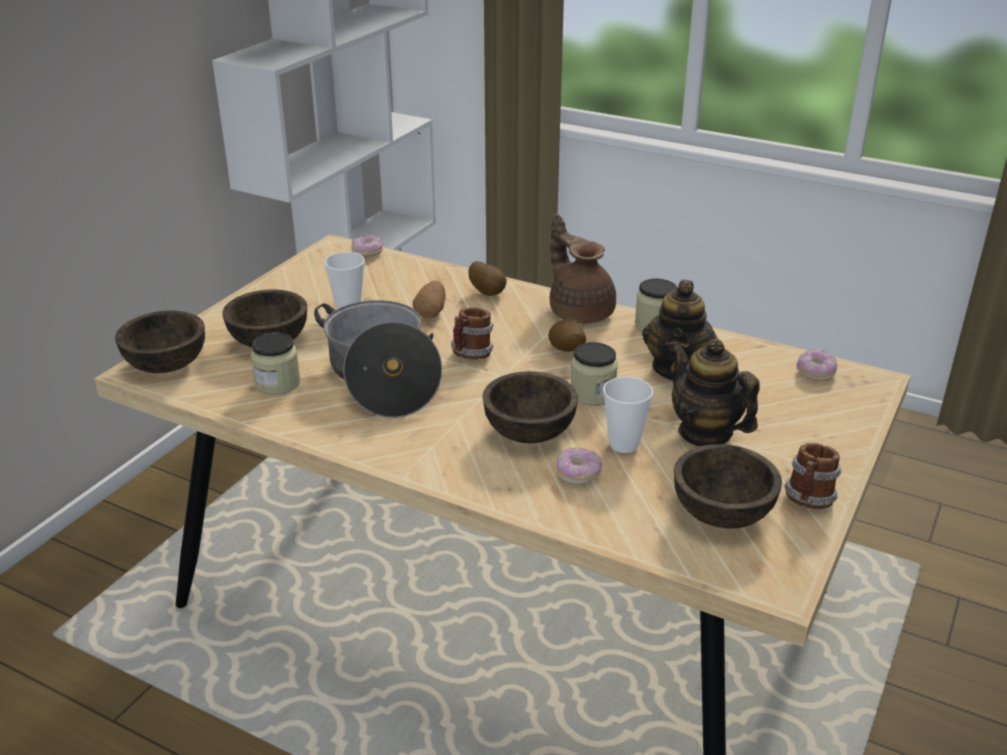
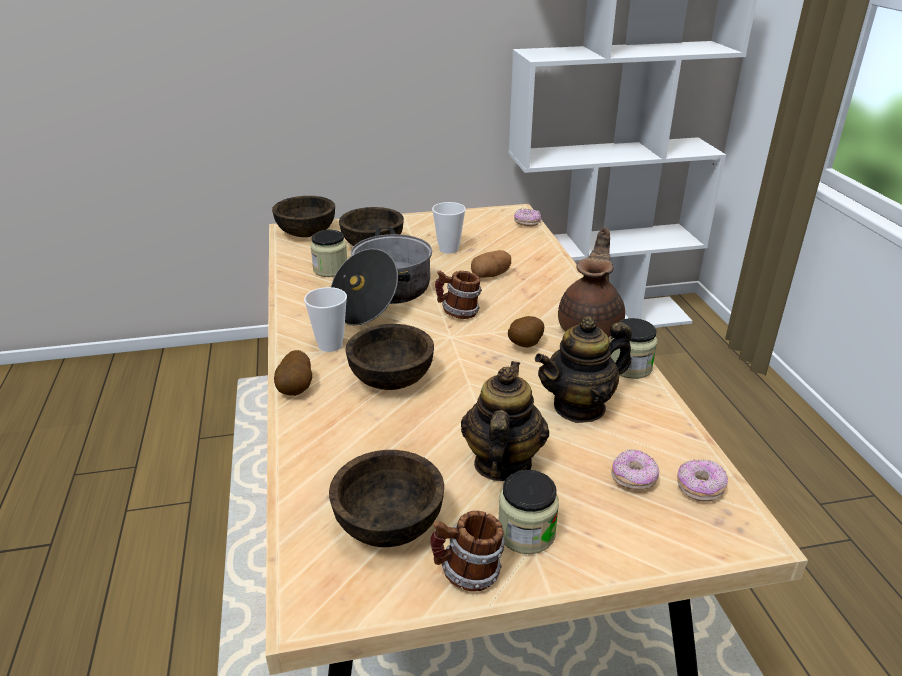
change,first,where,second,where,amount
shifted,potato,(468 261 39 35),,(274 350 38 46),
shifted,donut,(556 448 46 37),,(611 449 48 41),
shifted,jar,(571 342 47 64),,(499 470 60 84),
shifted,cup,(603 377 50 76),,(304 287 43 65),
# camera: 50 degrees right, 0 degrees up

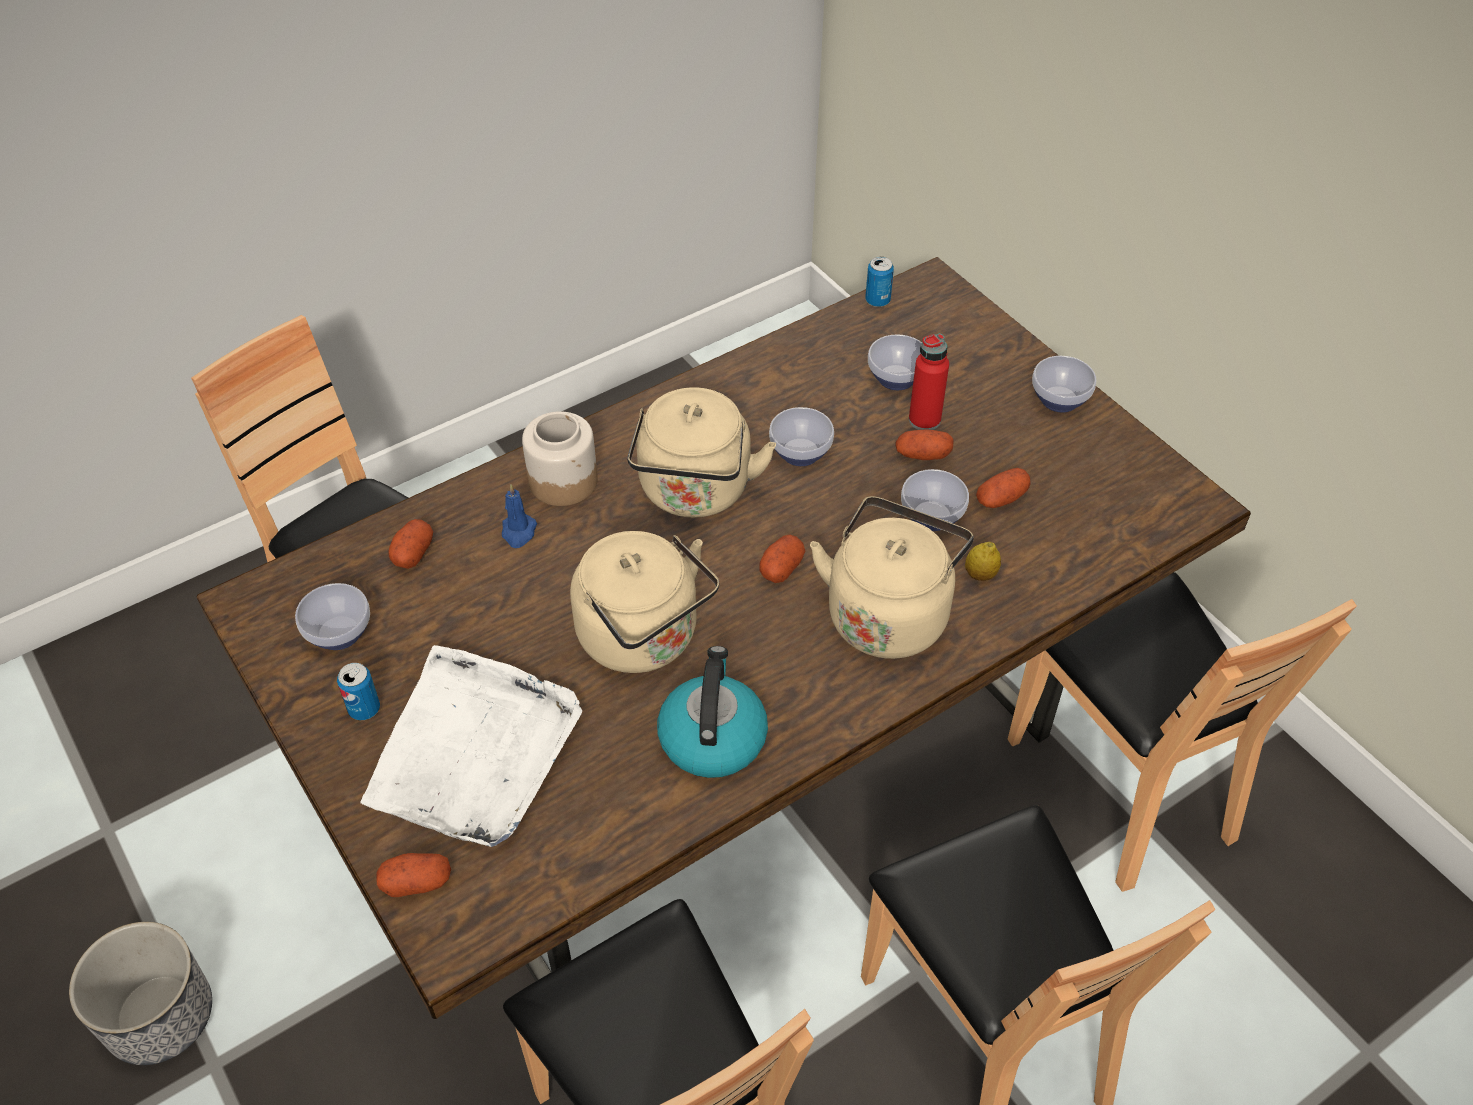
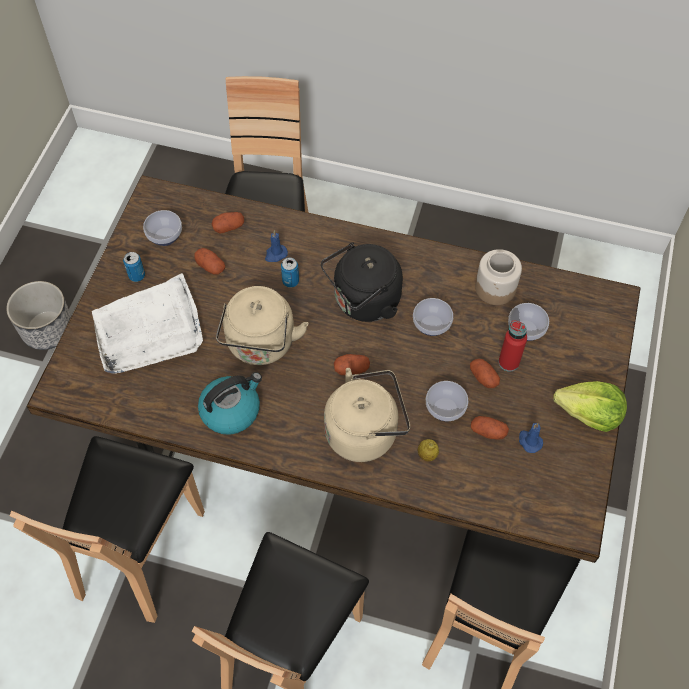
change,first,where,second,where,amount
shifted,potato,(376 853 75 44),,(194 248 31 27),
shifted,jar,(522 411 76 95),,(475 249 47 56),
repainted,beige kettle,(627 387 149 131),black kettle,(321 242 82 80),
shifted,can,(865 257 29 50),,(281 258 18 29),
swapped,bowl,(1032 356 65 57),lettuce,(553 381 74 51),
new,,,blue candle,(519 423 24 30),
# camera: 50 degrees right, 10 degrees up

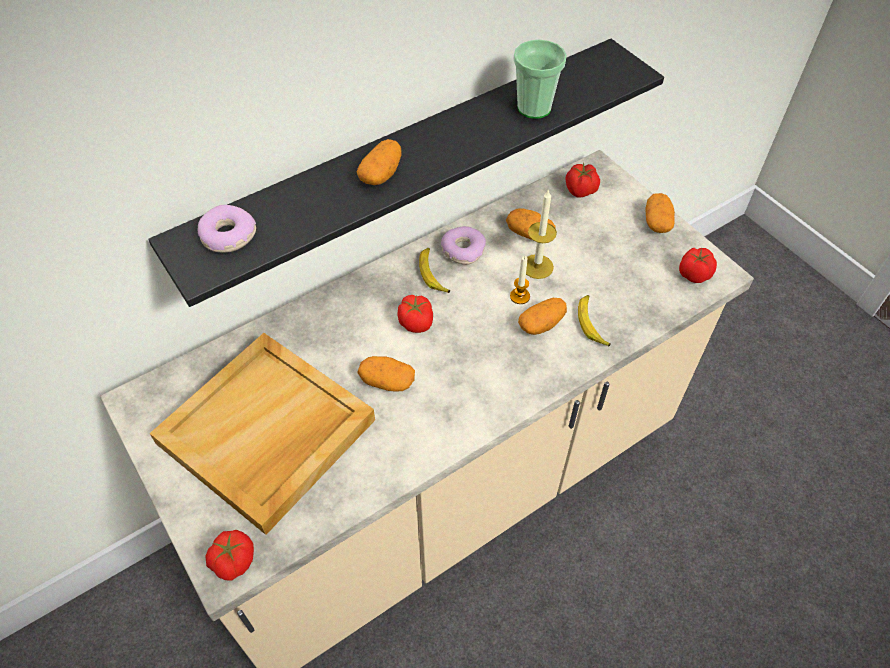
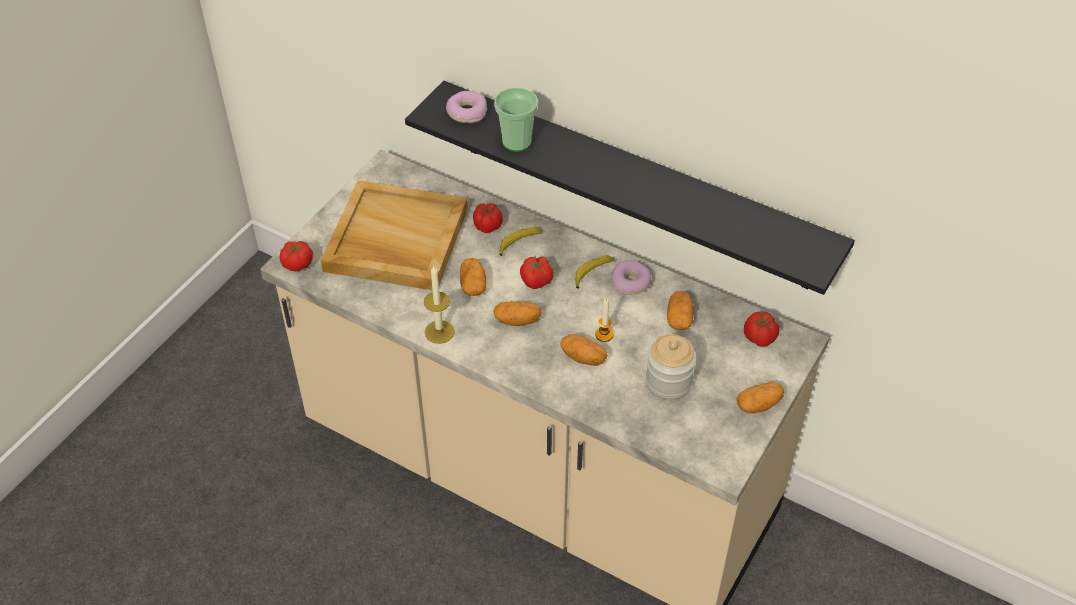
change,first,where,second,where,amount
shifted,potato,(357 139 45 46),,(494 301 48 25),
shifted,cup,(513 39 54 80),,(494 87 44 65),
shifted,candle,(526 189 31 90),,(424 265 31 79),
shifted,banana,(578 295 33 51),,(499 227 43 29),
shifted,tomato,(679 248 38 35),,(473 203 30 30),
new,,,jar,(646 334 50 66),
# camera: 65 degrees right, 5 degrees down

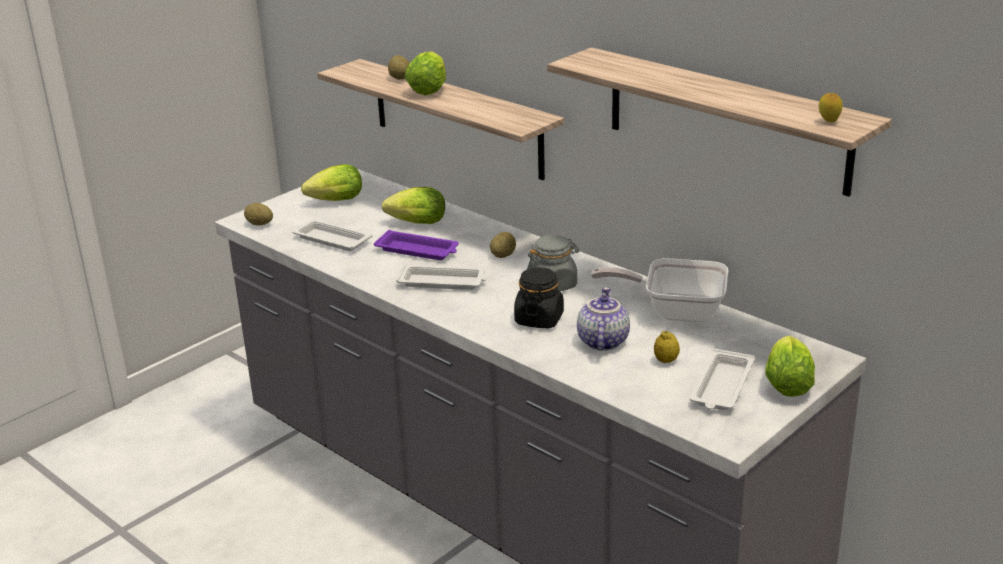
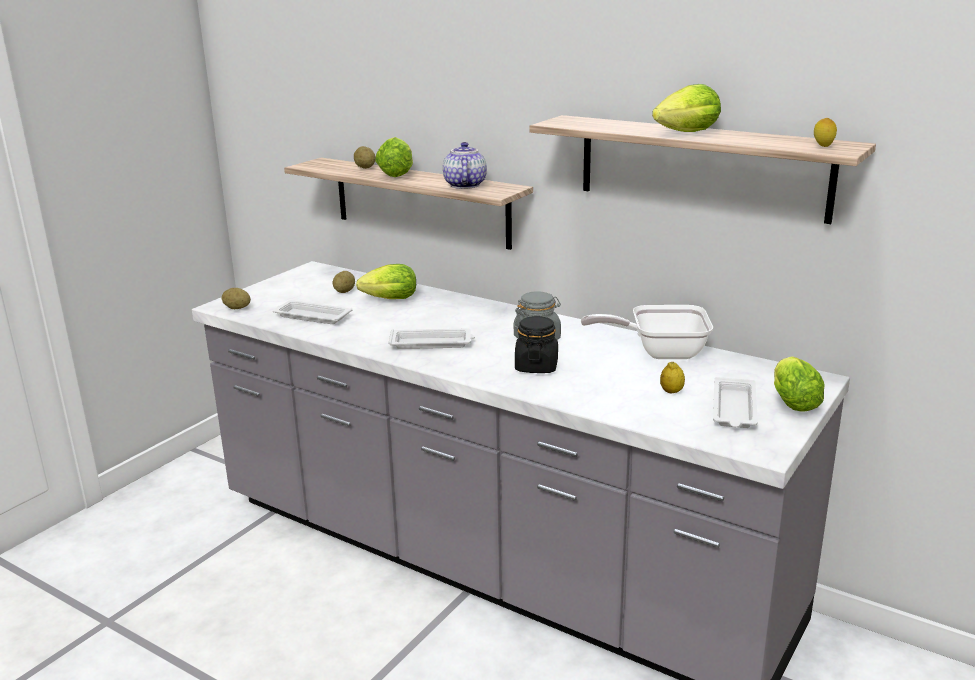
change,first,where,second,where,amount
shifted,lettuce,(301 164 61 37),,(652 84 69 48),
gone,purple tray,(374 230 85 30),,,
shifted,potato,(490 232 26 26),,(332 271 23 22),
shifted,teapot,(577 287 53 64),,(443 142 44 47),
# camera: 10 degrees left, 5 degrees down

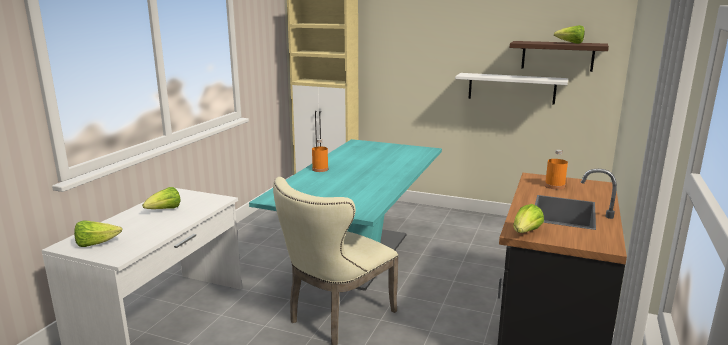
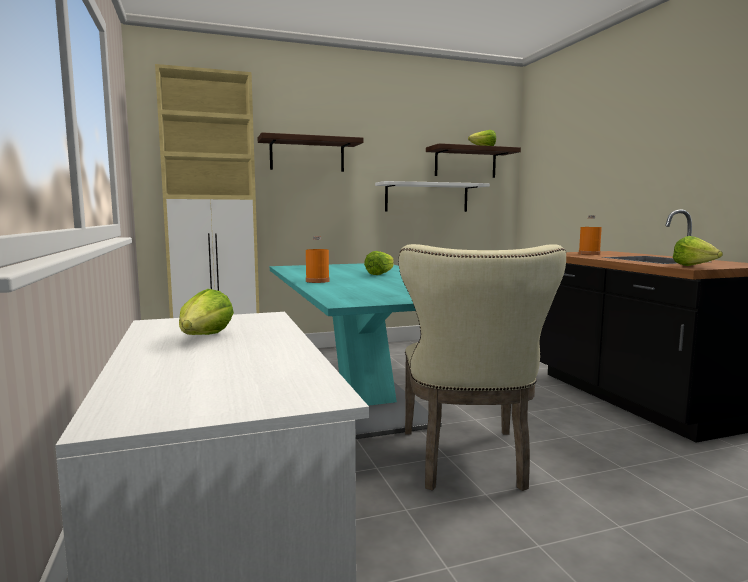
change,first,where,second,where,amount
shifted,lettuce,(74 220 48 27),,(364 251 30 24),
new,,,shelf,(258 132 105 40),
# camera: 40 degrees left, 10 degrees down

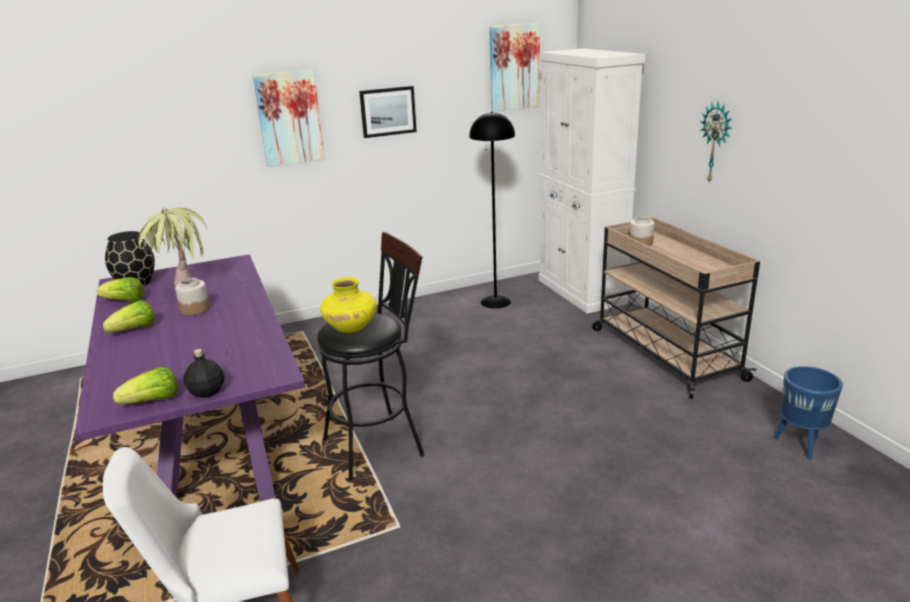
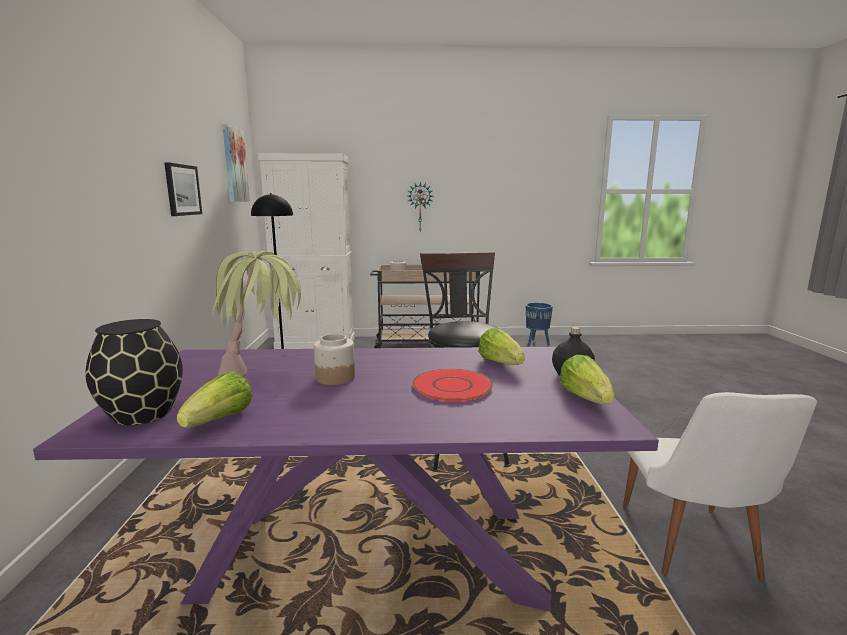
change,first,where,second,where,amount
shifted,lettuce,(103 300 52 32),,(478 328 47 37),
gone,picture,(253 70 72 97),,,
gone,yellow vase,(320 277 57 56),,,
new,,,red plate,(412 369 81 33),
# camera: 70 degrees left, 10 degrees down

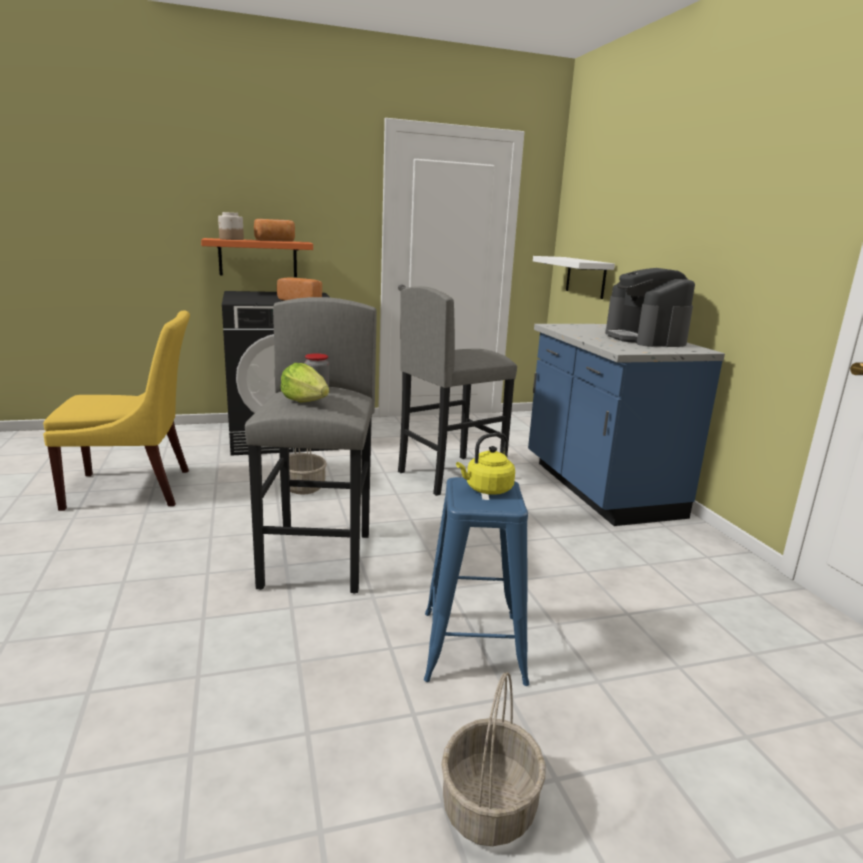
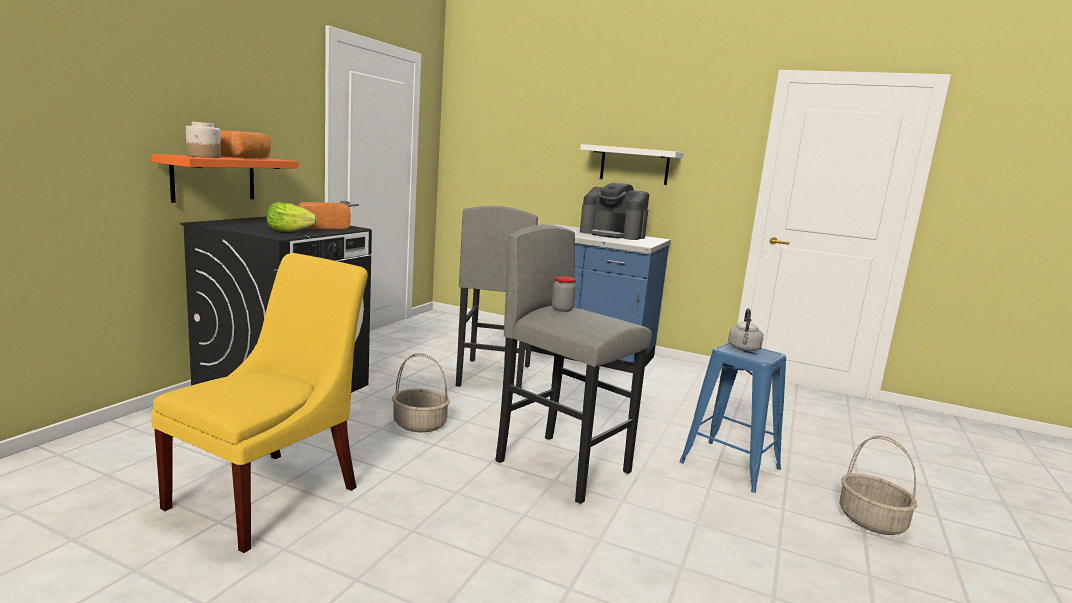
change,first,where,second,where,amount
shifted,lettuce,(281 363 48 40),,(267 202 50 30),
repainted,yellow kettle,(456 433 59 62),grey kettle,(728 308 36 43),
shifted,white shelf,(533 256 82 43),,(580 144 103 41),
# camera: 50 degrees left, 5 degrees down

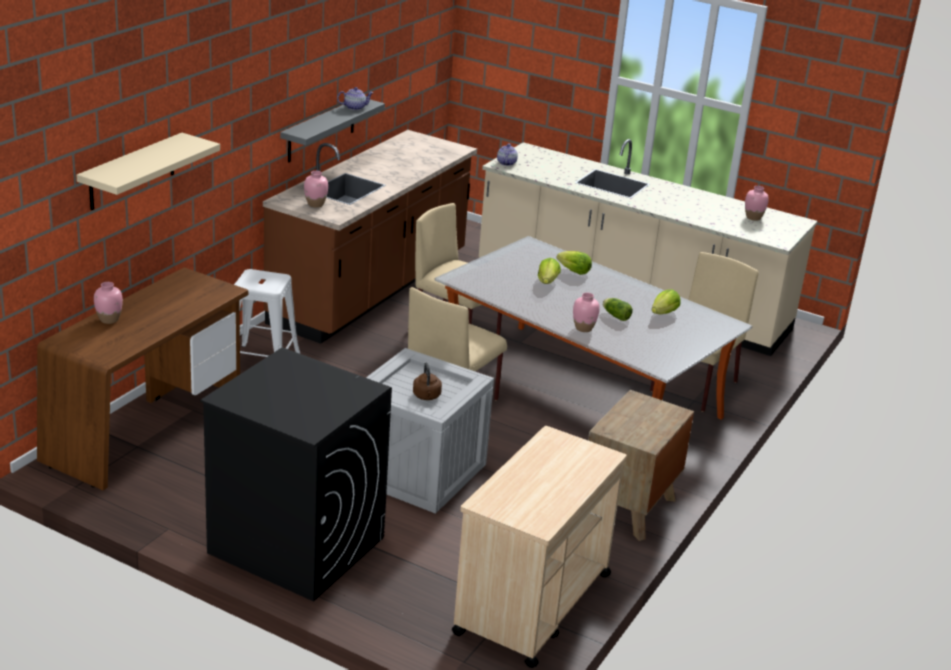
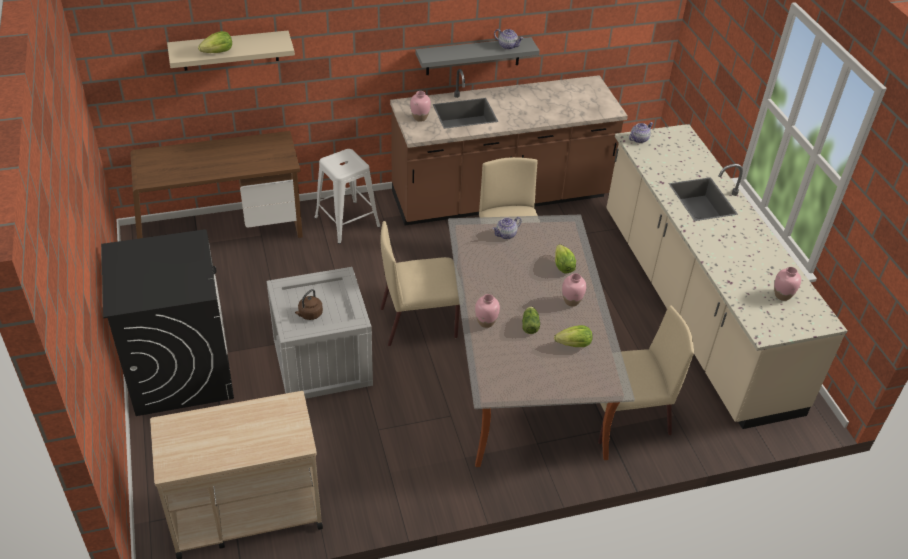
change,first,where,second,where,amount
shifted,pink vase,(94 282 29 42),,(562 273 24 33),
shifted,lettuce,(538 258 23 26),,(198 31 34 22),
gone,brown nightstand,(588 390 106 151),,,
new,,,teapot,(493 217 29 22),
# camera: 45 degrees right, 15 degrees up

